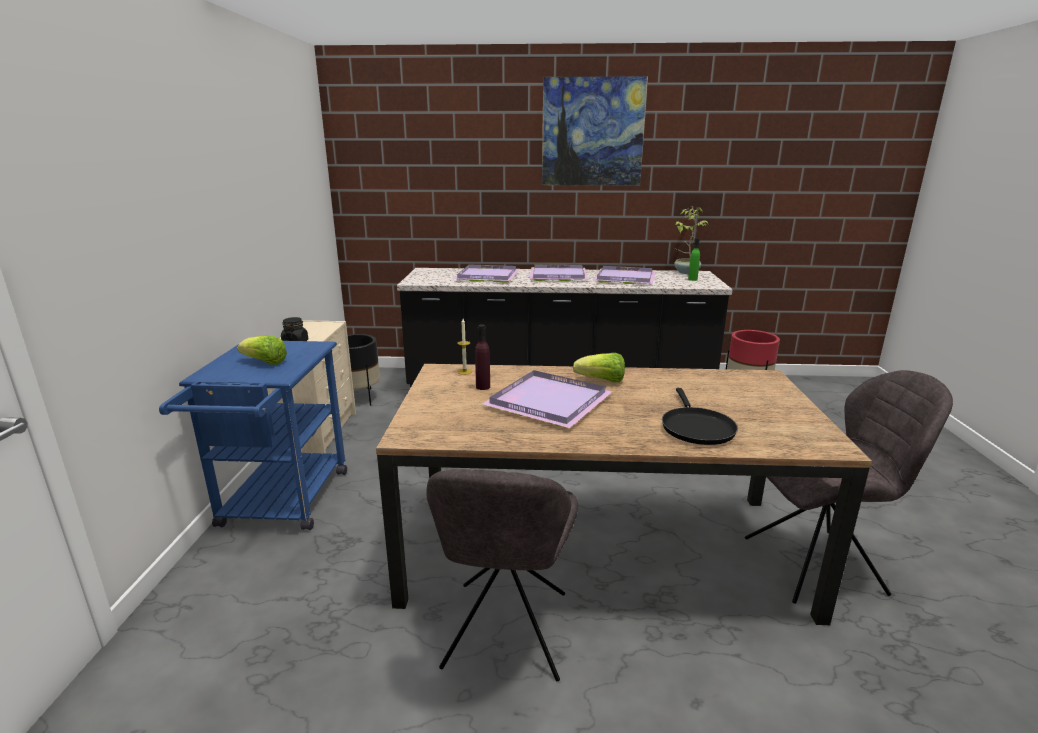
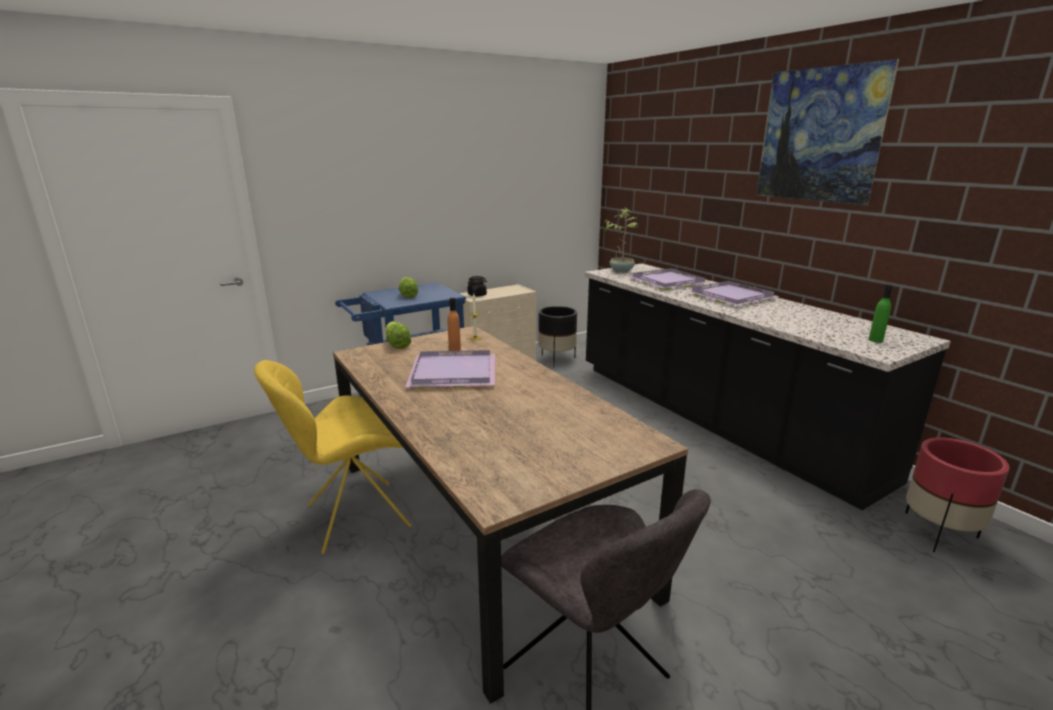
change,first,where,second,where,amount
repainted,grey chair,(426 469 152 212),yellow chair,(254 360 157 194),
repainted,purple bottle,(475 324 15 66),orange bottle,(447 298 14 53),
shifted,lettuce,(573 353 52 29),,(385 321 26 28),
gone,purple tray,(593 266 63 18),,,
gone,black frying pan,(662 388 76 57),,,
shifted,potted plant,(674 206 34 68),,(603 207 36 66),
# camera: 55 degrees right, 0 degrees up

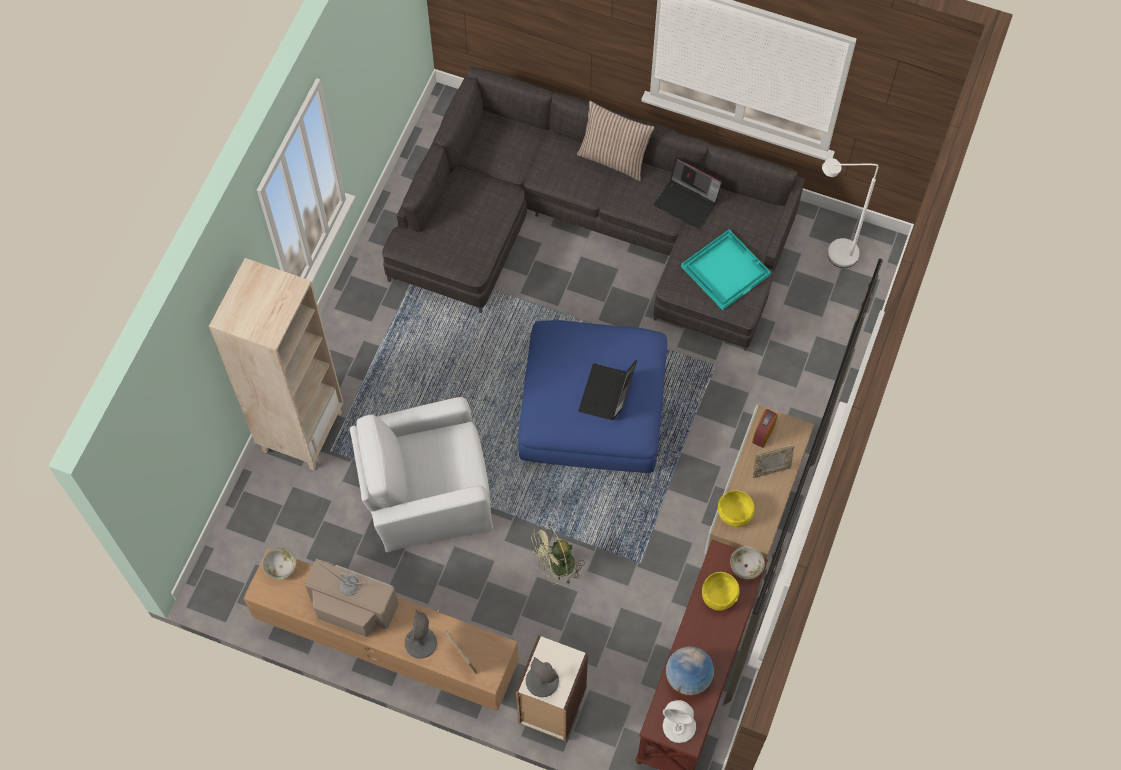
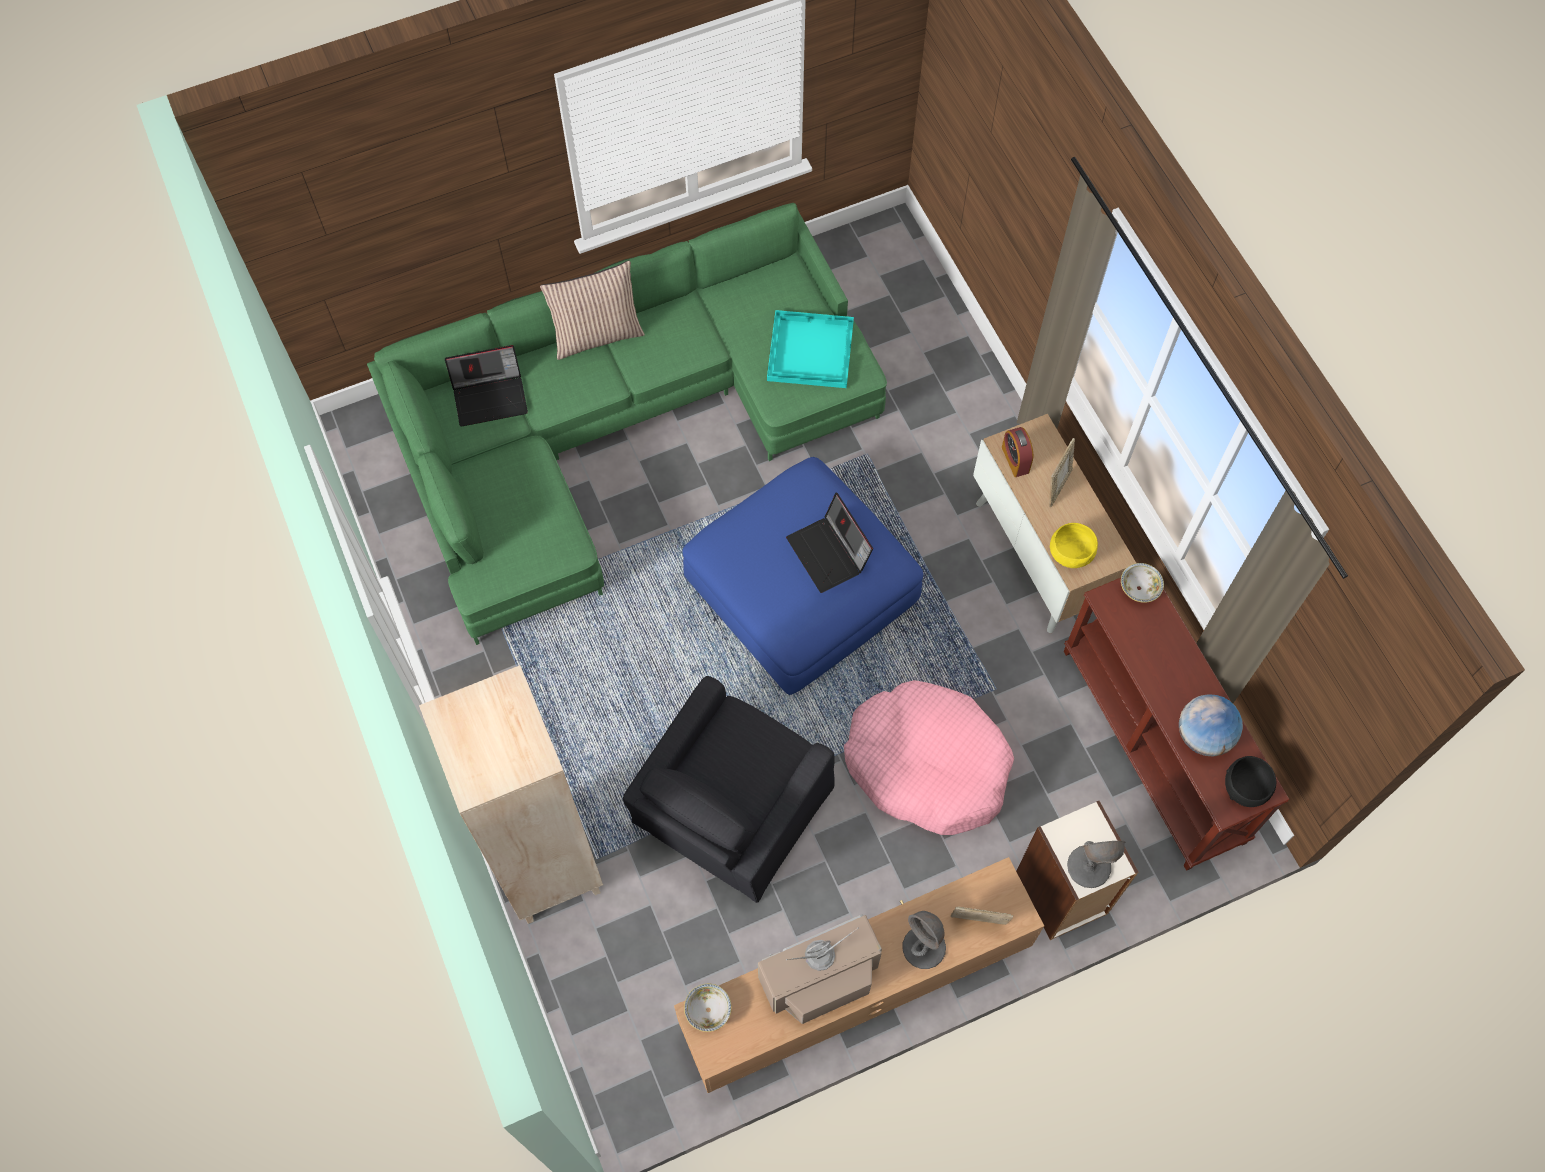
change,first,where,second,where,amount
repainted,white armchair,(350 397 143 155),black armchair,(623 676 212 227),
repainted,grey sofa,(382 67 423 284),green sofa,(367 203 520 442),
swapped,green fan,(531 523 53 62),pink dog bed,(844 680 170 155),
shifted,laptop,(654 157 68 72),,(445 345 83 81),
swapped,white table lamp,(663 700 33 43),black bowl,(1225 756 51 51),
gone,yellow bowl,(702 572 38 39),,,
gone,white floor lamp,(822 158 56 110),,,
# camera: 45 degrees left, 0 degrees up

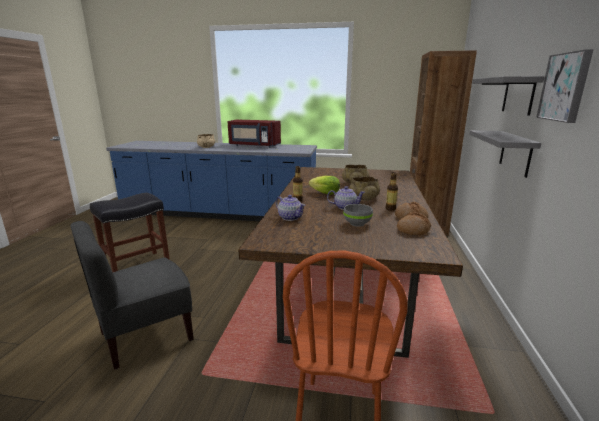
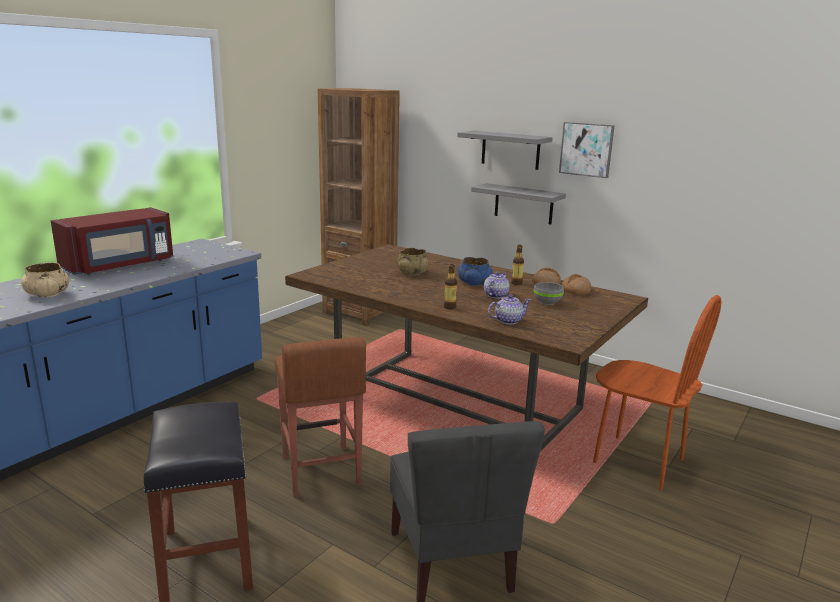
change,first,where,second,where,amount
gone,lettuce,(309 176 31 19),,,
repainted,beige bowl,(349 176 31 25),blue bowl,(458 257 35 29),
new,,,brown stool,(275 337 91 160),
# camera: 65 degrees left, 0 degrees up

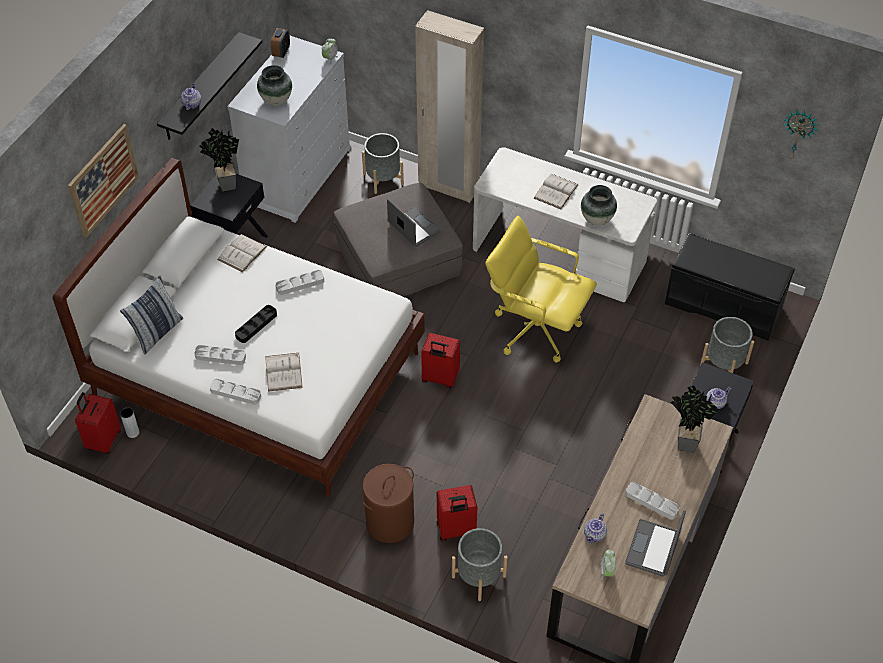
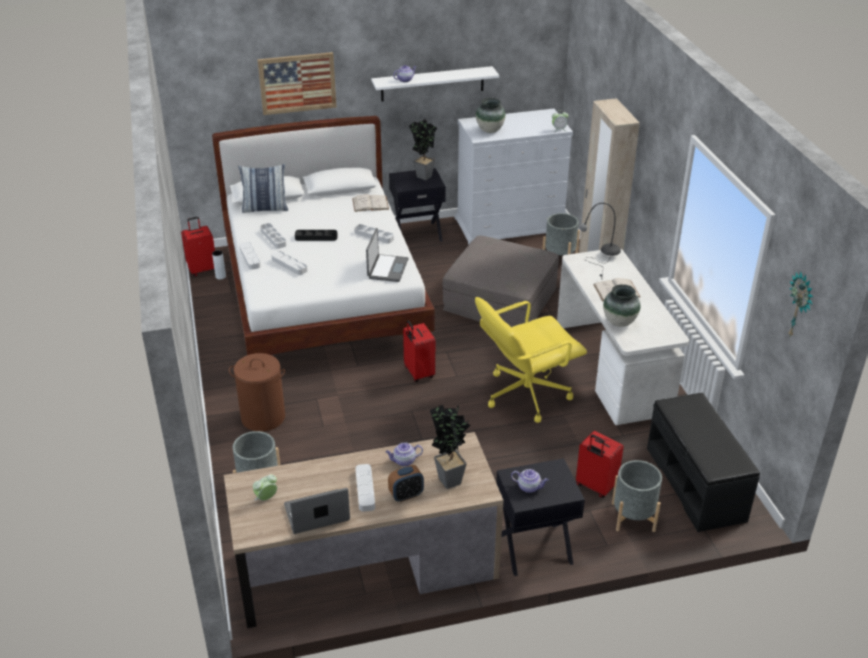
change,first,where,second,where,amount
repainted,black shelf,(157 32 105 108),white shelf,(371 66 128 35),
swapped,white book,(265 353 38 39),grey tray,(271 251 36 24),
shifted,alarm clock,(271 28 19 30),,(388 465 36 37),
shifted,laptop,(387 199 54 48),,(366 228 43 54),
shifted,red suitcase,(436 485 41 56),,(576 431 47 67),
rotated,yellow office chair,(485 216 112 147),,(475 297 112 126),105 degrees counterclockwise
shifted,teapot,(584 513 23 30),,(385 442 38 25),
new,,,grey table lamp,(578 203 43 76),
# camera: 50 degrees right, 15 degrees down

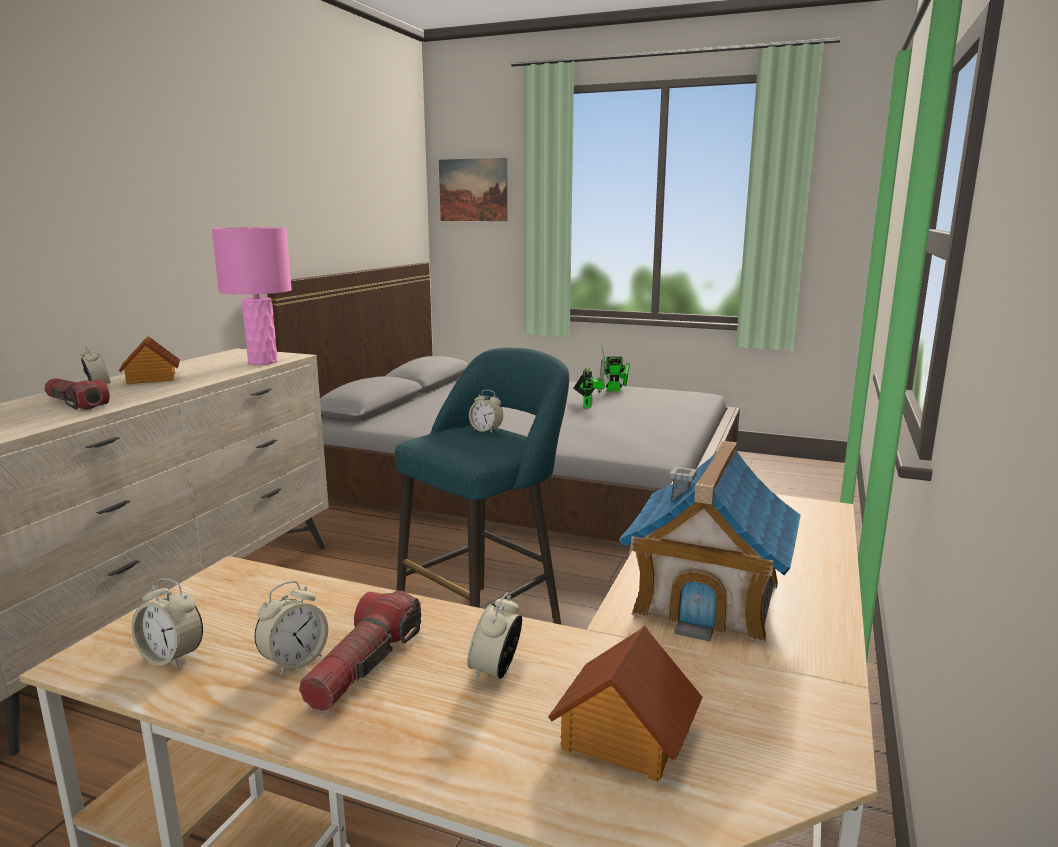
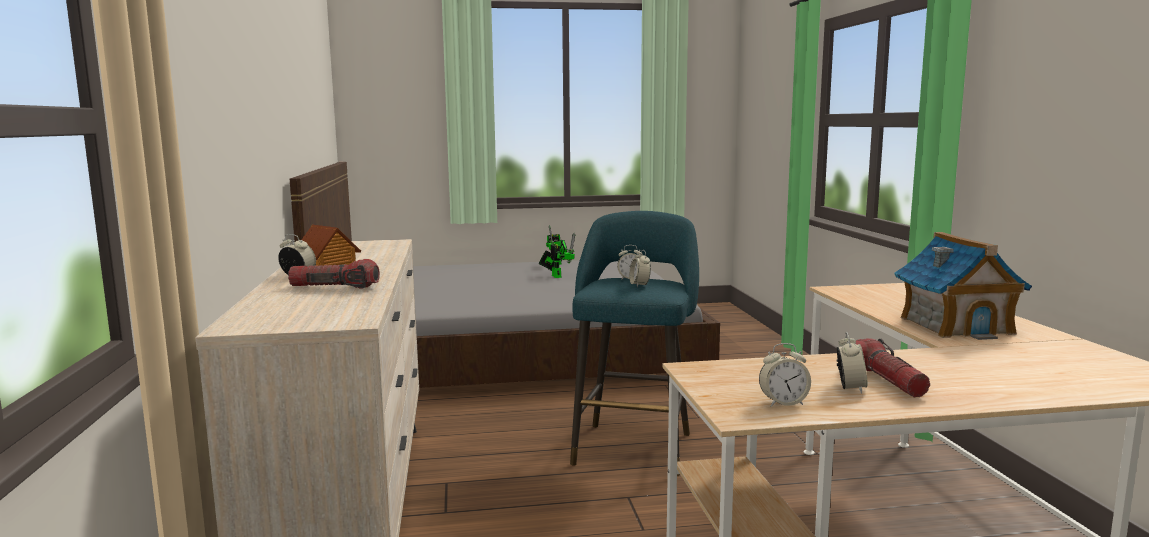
change,first,where,second,where,amount
gone,pink table lamp,(212 227 80 138),,,
gone,picture,(439 158 69 63),,,
shifted,alarm clock,(467 592 55 89),,(629 250 22 37),
gone,toy house,(548 626 155 156),,,
# camera: 30 degrees left, 5 degrees down

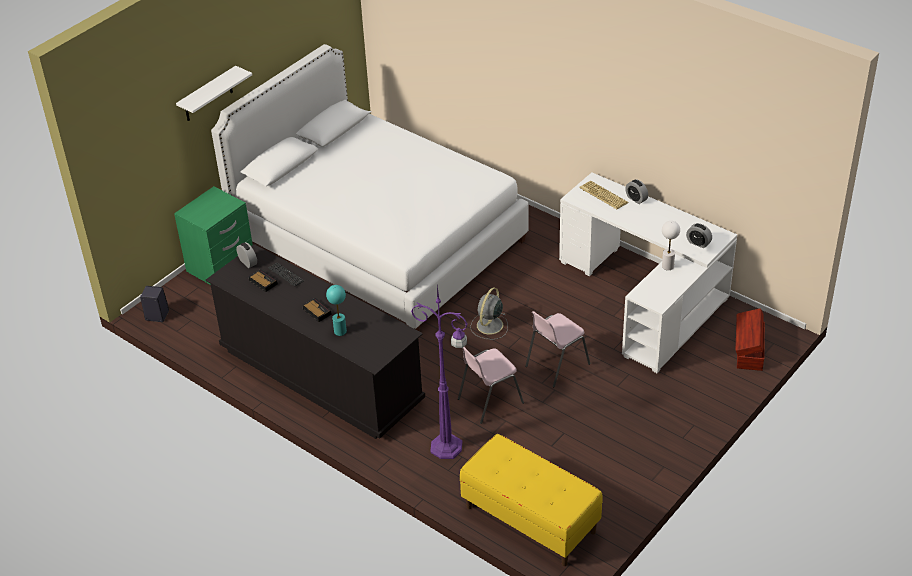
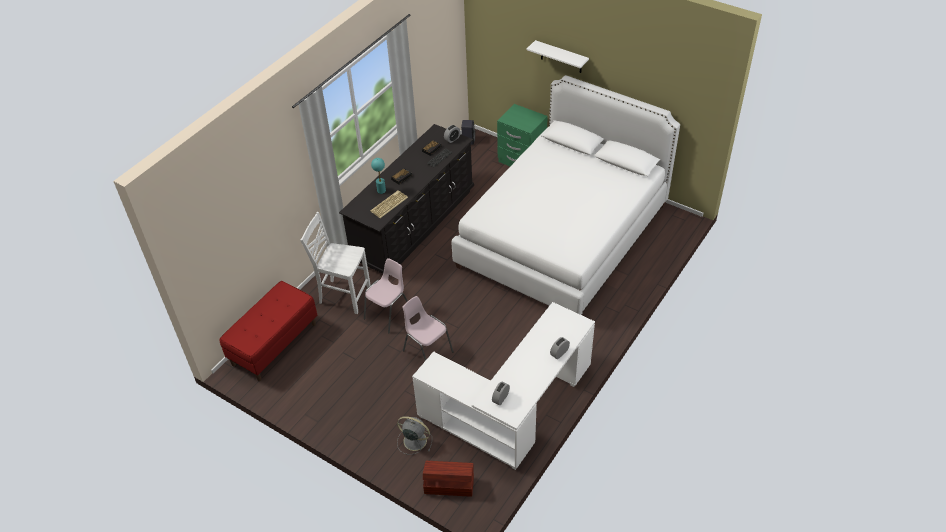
change,first,where,second,where,amount
swapped,purple floor lamp,(411 284 57 175),white chair,(300 212 71 102),
rotated,pink chair,(458 347 66 77),,(364 258 44 76),75 degrees clockwise
repainted,yellow bench,(460 434 143 132),red bench,(219 281 98 100),
shifted,grey fan,(470 287 38 53),,(397 416 35 39),
shifted,keyboard,(579 181 50 28),,(371 190 37 28),
gone,white table lamp,(662 221 18 49),,,
# camera: 85 degrees right, 5 degrees up

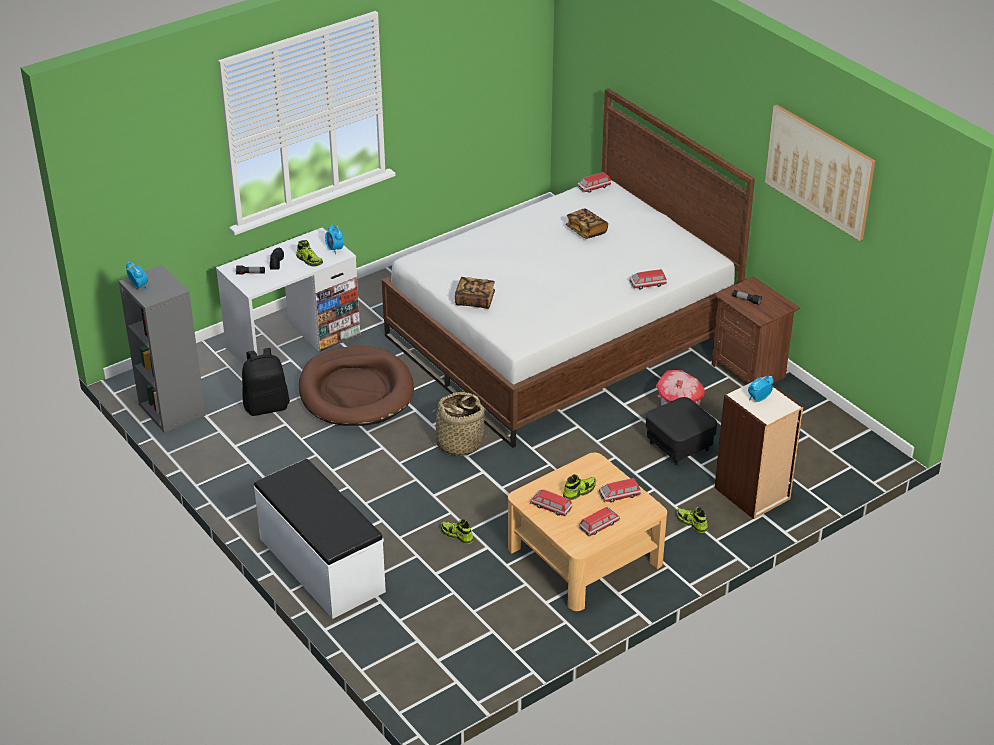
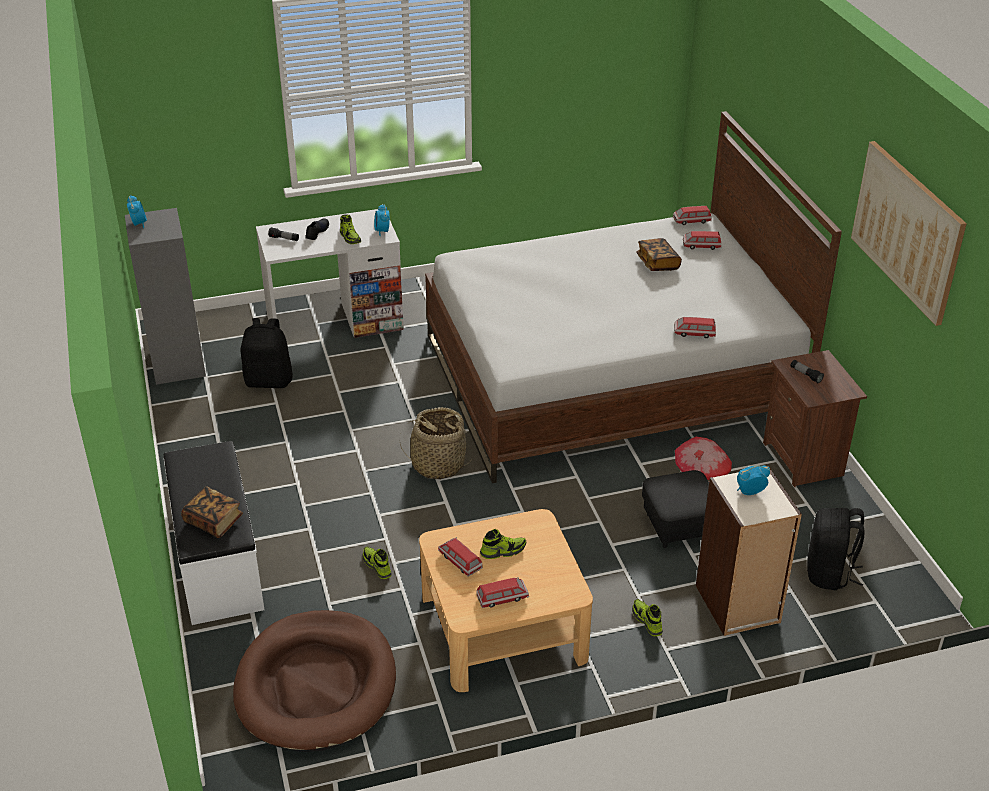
change,first,where,second,where,amount
shifted,brown dog bed,(299 346 115 80),,(233 610 163 142),
shifted,book,(455 277 40 32),,(181 486 62 52),
shifted,toy car,(599 478 42 25),,(683 231 39 19),
new,,,black backpack,(807 508 57 82),
# camera: 20 degrees right, 0 degrees up

